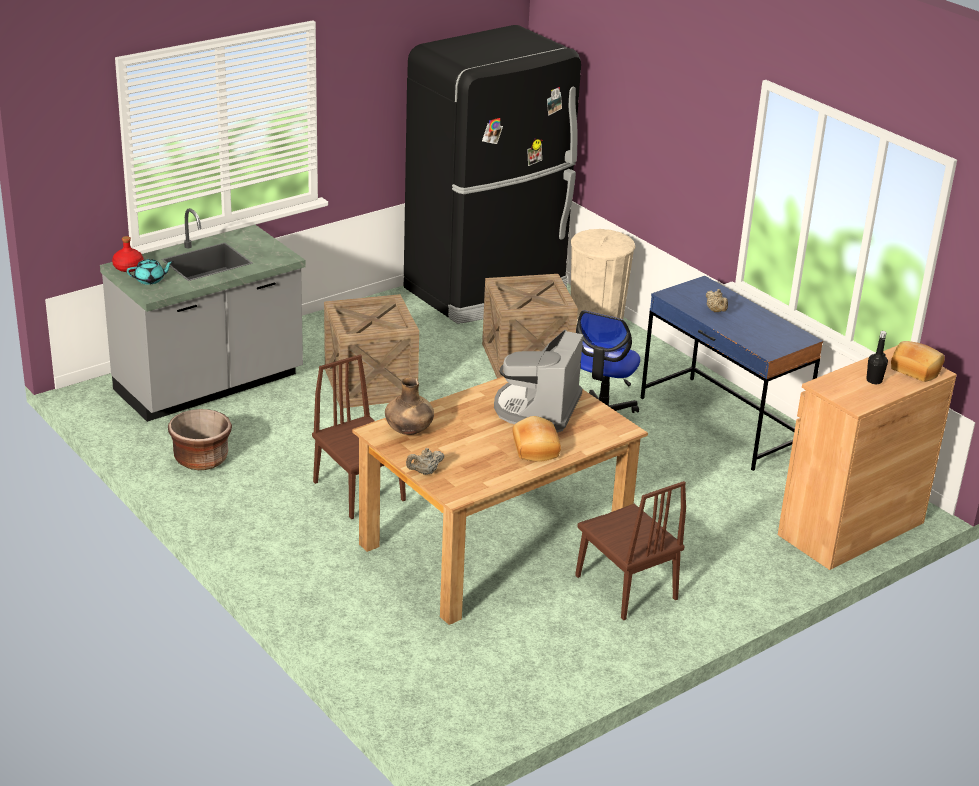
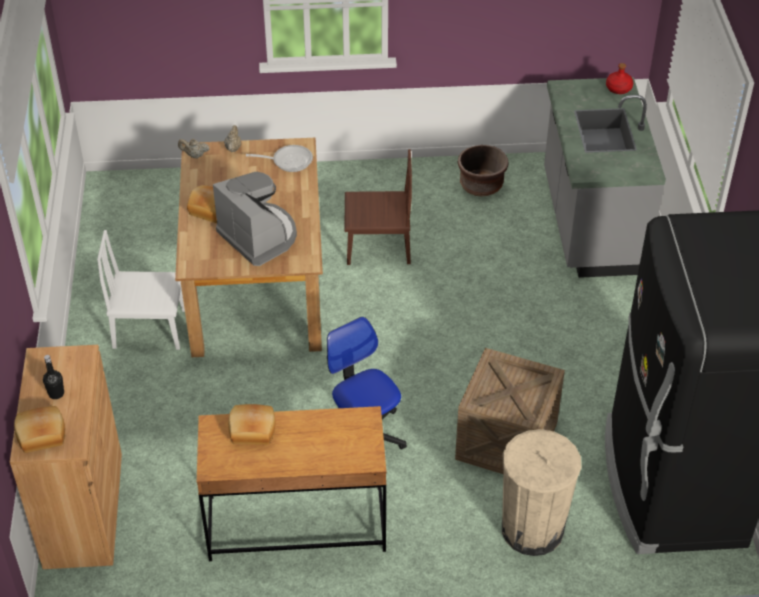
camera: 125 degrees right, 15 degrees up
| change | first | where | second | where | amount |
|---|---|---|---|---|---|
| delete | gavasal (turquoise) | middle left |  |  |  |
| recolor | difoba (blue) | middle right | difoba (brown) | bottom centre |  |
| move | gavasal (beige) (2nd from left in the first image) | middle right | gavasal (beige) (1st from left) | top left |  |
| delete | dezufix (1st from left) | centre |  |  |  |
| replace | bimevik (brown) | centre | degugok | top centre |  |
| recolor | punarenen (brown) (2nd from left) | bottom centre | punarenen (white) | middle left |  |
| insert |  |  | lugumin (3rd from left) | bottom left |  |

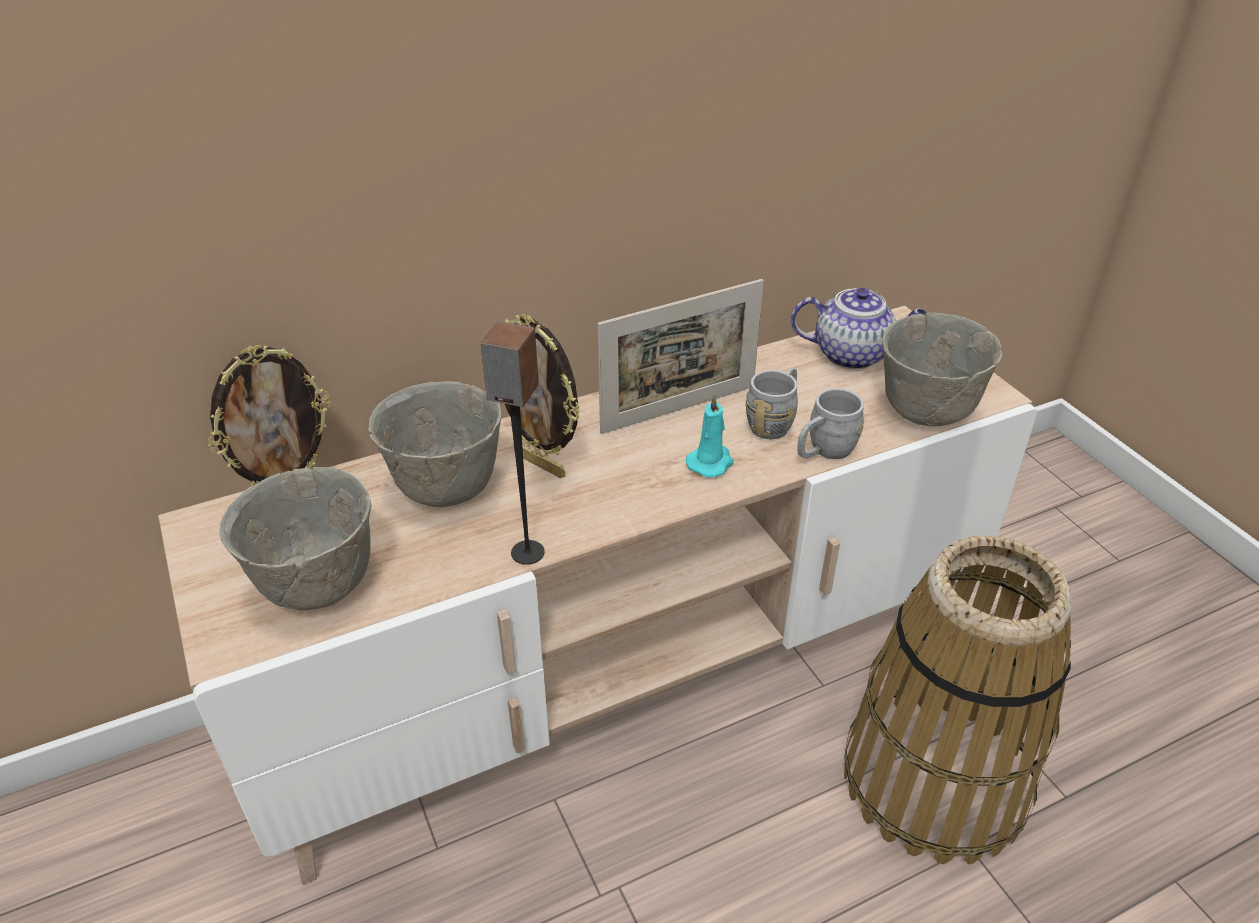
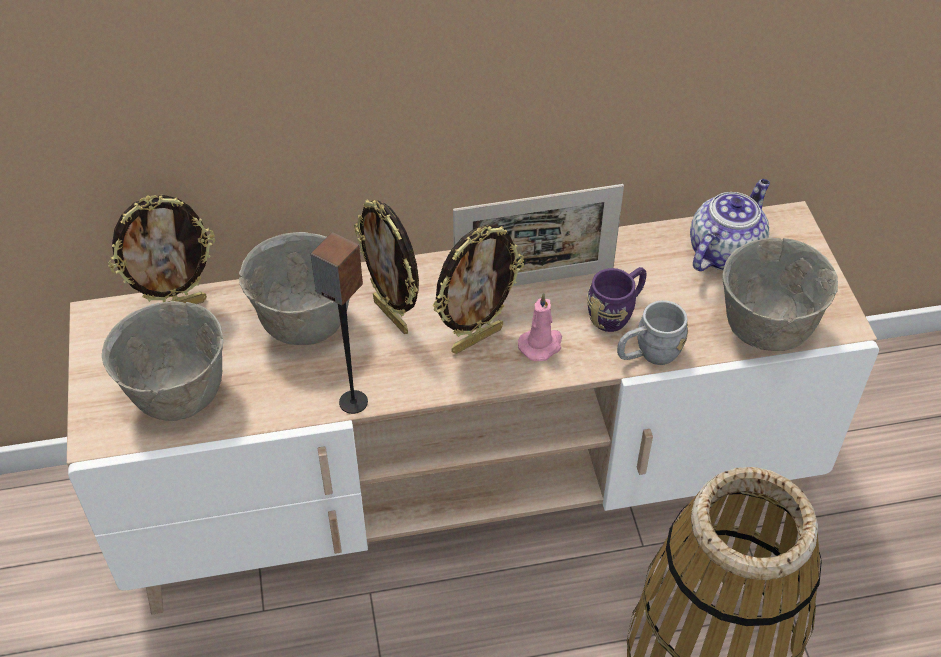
camera: 15 degrees right, 10 degrees up
| change | first | where | second | where | amount |
|---|---|---|---|---|---|
| rotate | gavasal | middle right |  | middle right | 75 degrees counterclockwise |
| recolor | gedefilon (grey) (1st from left) | centre | gedefilon (purple) | centre |  |
| recolor | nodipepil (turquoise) | centre | nodipepil (pink) | centre |  |
| insert |  |  | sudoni (3rd from left) | centre |  |

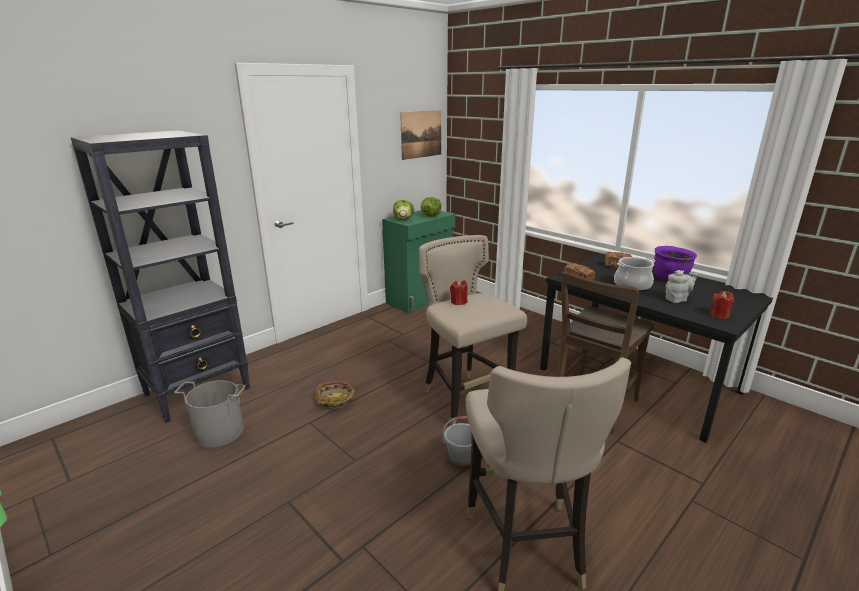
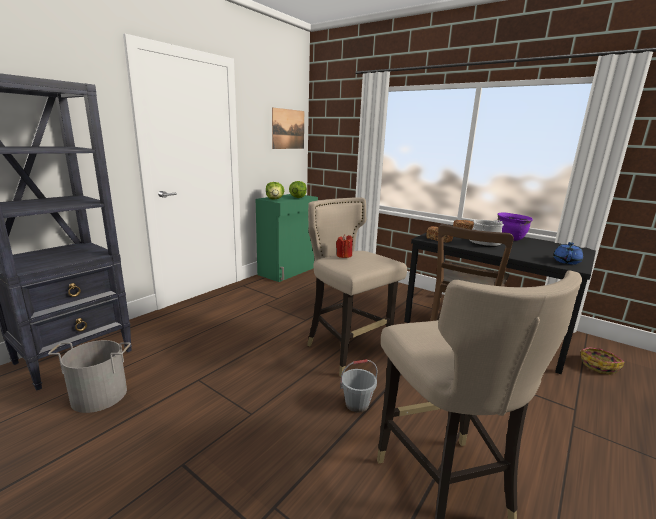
camera: 10 degrees left, 5 degrees down
| change | first | where | second | where | amount |
|---|---|---|---|---|---|
| delete | gavasal (grey) | middle right |  |  |  |
| replace | nodipepil (red) (2nd from left) | middle right | gavasal (blue) | middle right |  |
| move | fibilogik | bottom centre |  | bottom right |  |

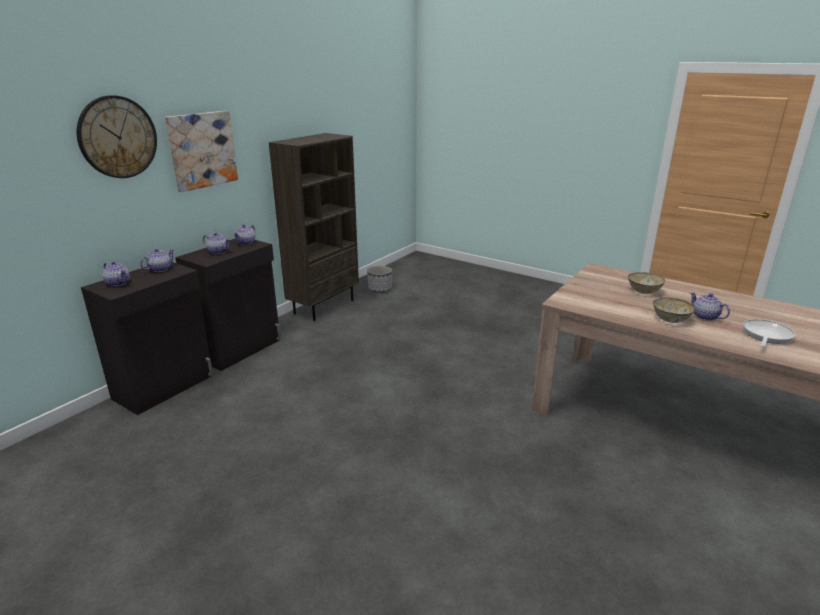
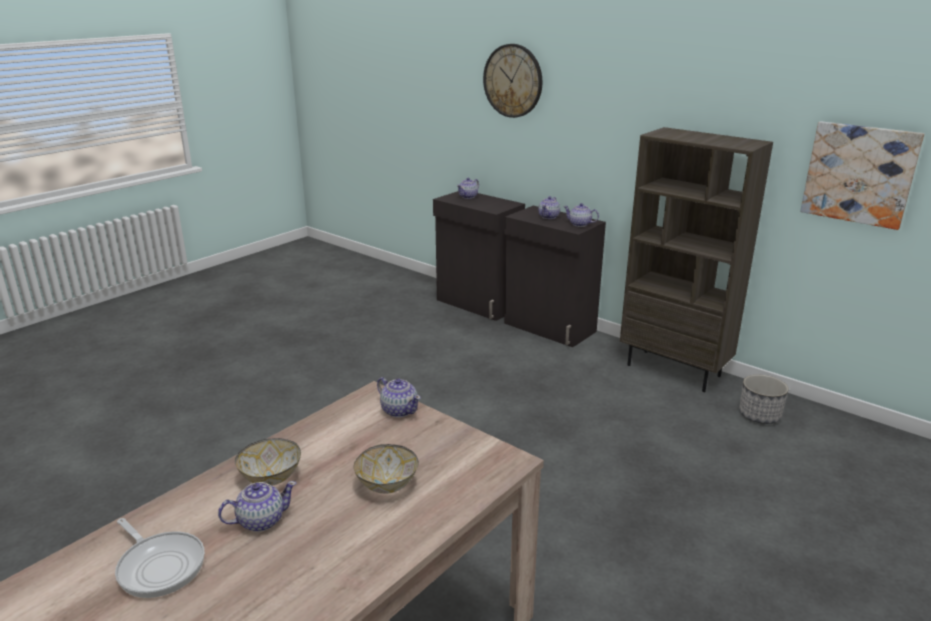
camera: 95 degrees right, 0 degrees up
| change | first | where | second | where | amount |
|---|---|---|---|---|---|
| move | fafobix | top left |  | top right |  |
| move | gavasal (2nd from left) | middle left |  | centre |  |

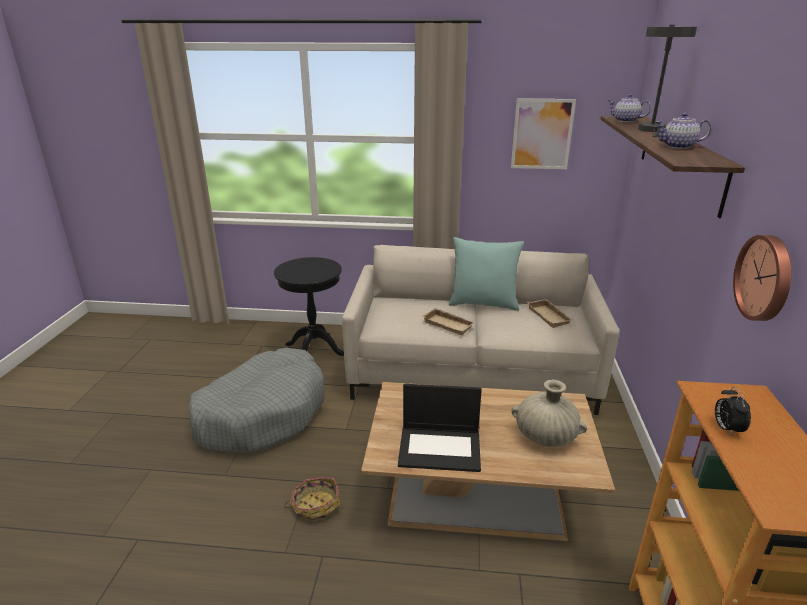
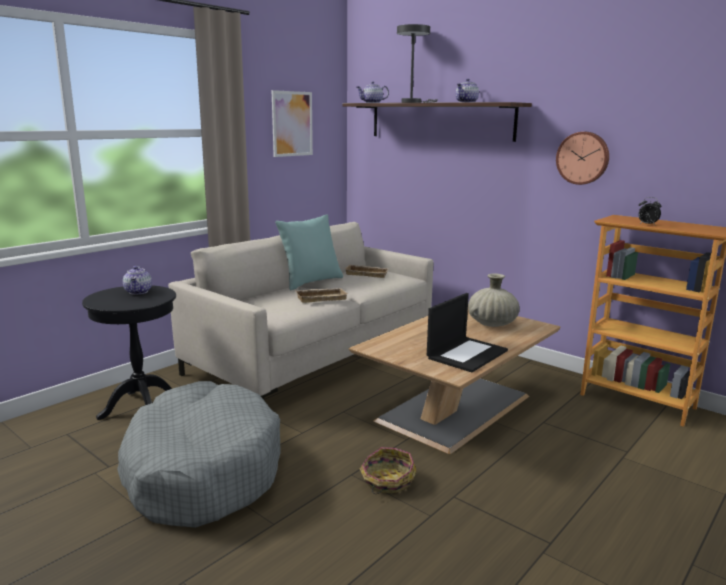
camera: 55 degrees left, 10 degrees down
| change | first | where | second | where | amount |
|---|---|---|---|---|---|
| insert |  |  | gavasal (1st from left) | middle left |  |

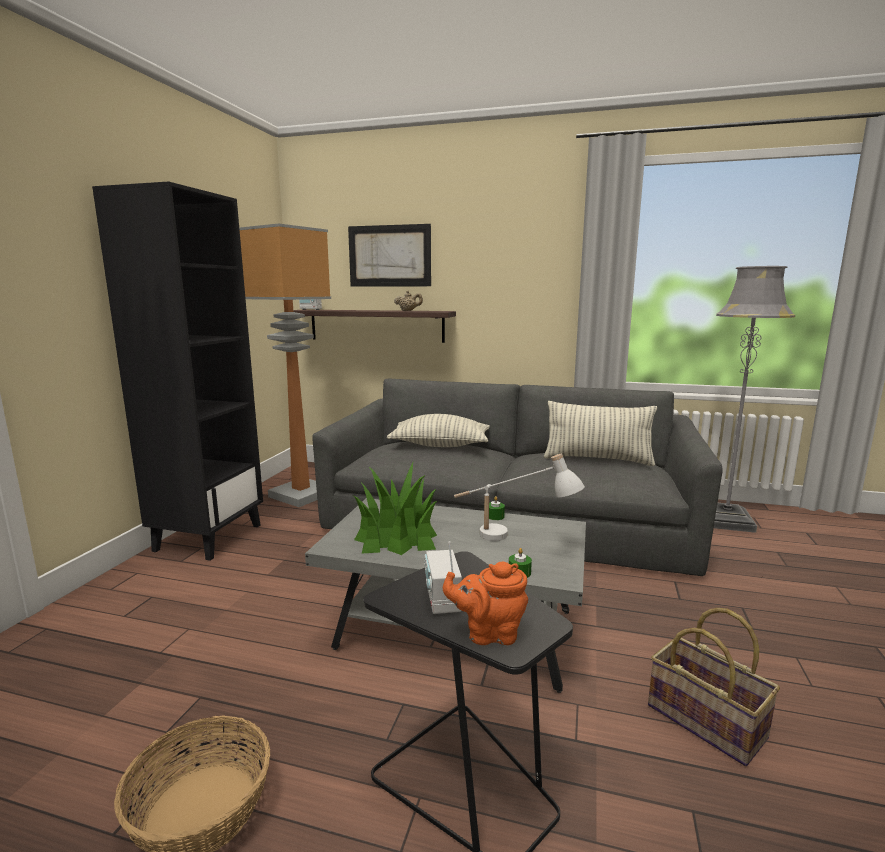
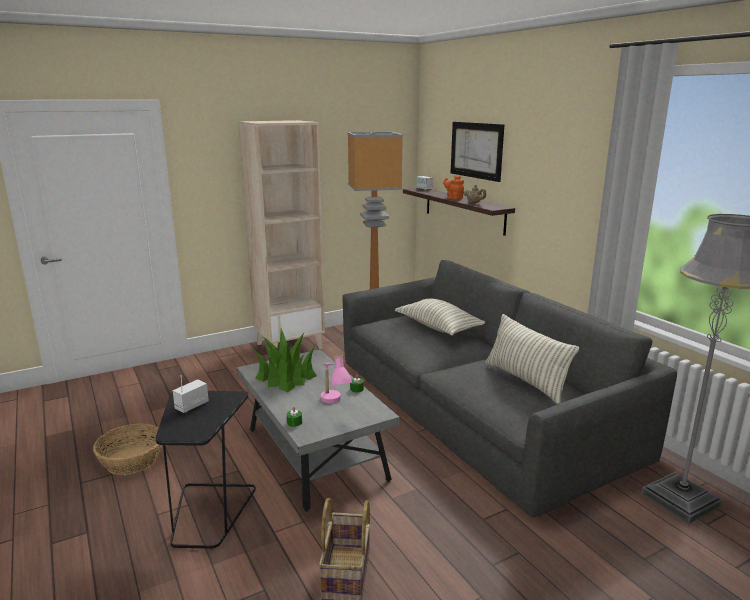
camera: 45 degrees right, 5 degrees up
| change | first | where | second | where | amount |
|---|---|---|---|---|---|
| recolor | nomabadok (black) | middle left | nomabadok (beige) | centre |  |
| recolor | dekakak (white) | centre | dekakak (pink) | centre |  |
| move | gavasal (orange) | bottom centre |  | top centre |  |

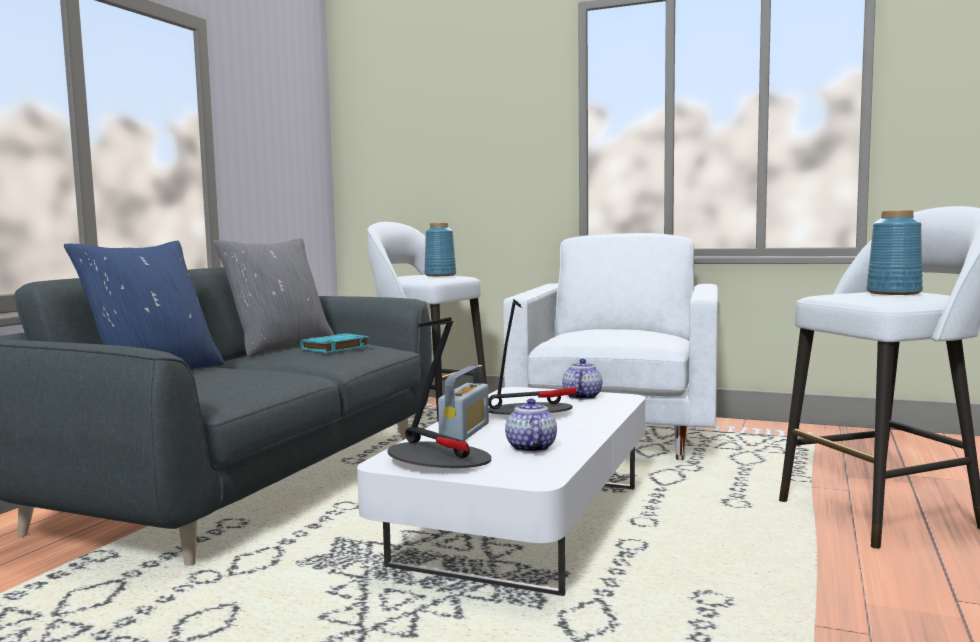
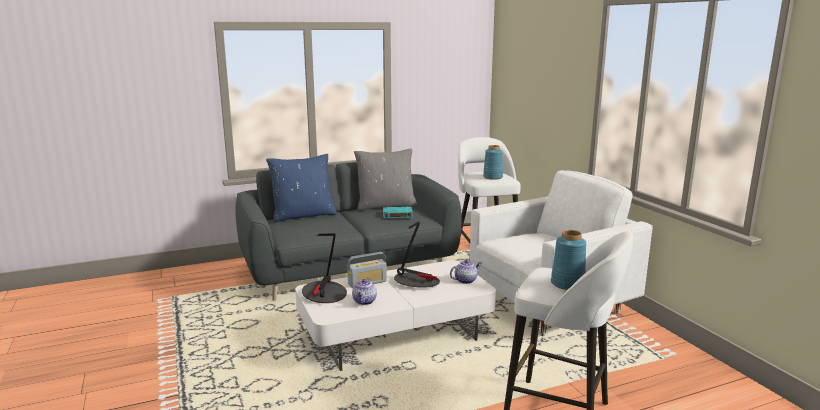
camera: 45 degrees right, 10 degrees up
| change | first | where | second | where | amount |
|---|---|---|---|---|---|
| rotate | gavasal (1st from left) | centre |  | bottom centre | 150 degrees clockwise |

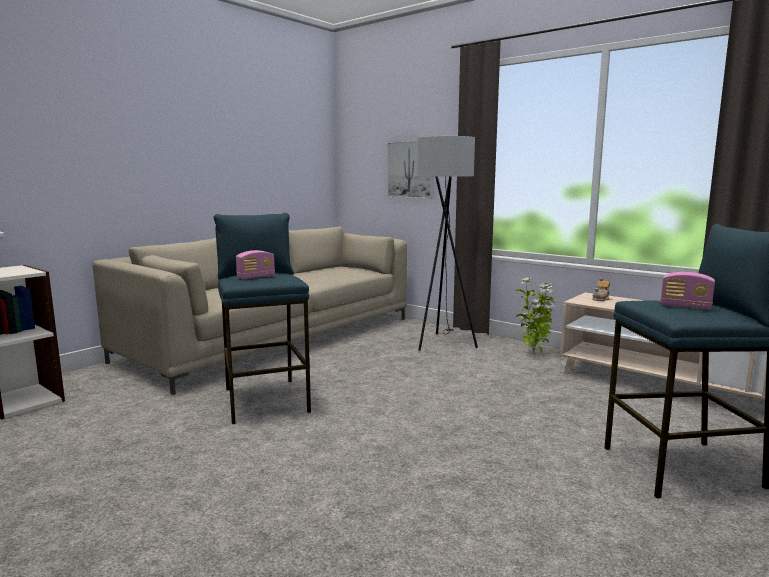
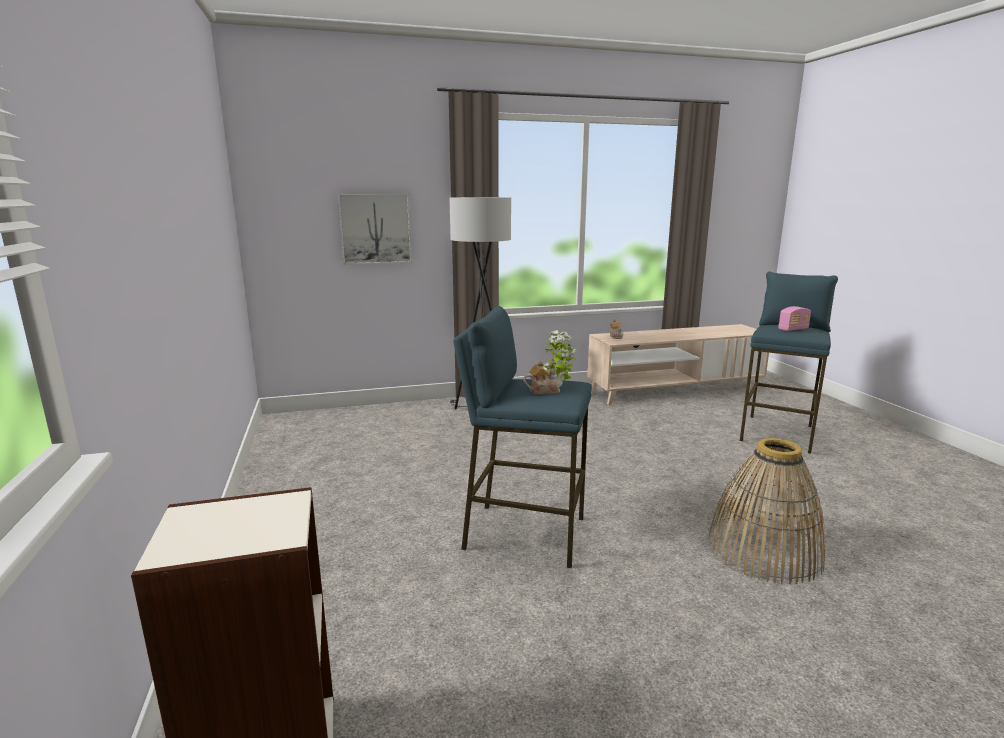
camera: 55 degrees left, 5 degrees up
| change | first | where | second | where | amount |
|---|---|---|---|---|---|
| delete | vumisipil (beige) | middle left |  |  |  |
| replace | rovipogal (1st from left) | middle left | gavasal (1st from left) | centre |  |
| insert |  |  | fibilogik | bottom right |  |

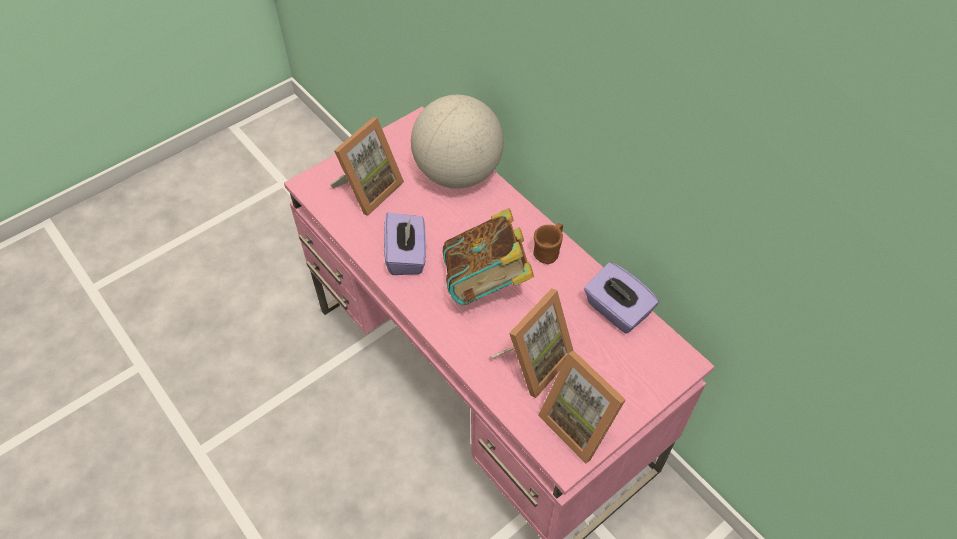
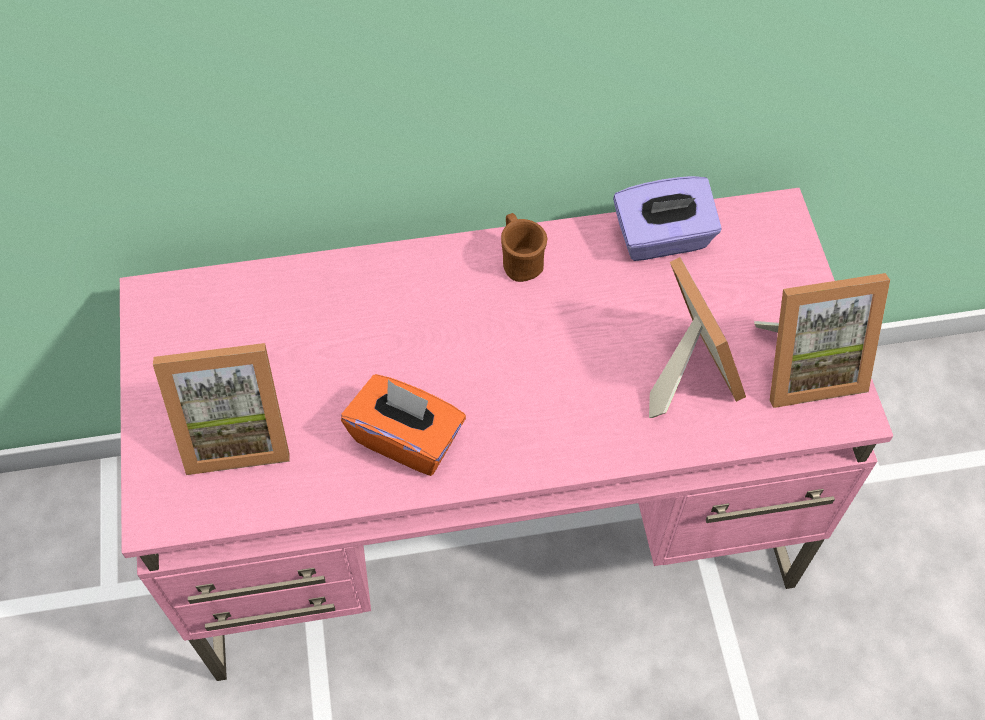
camera: 60 degrees left, 5 degrees up
| change | first | where | second | where | amount |
|---|---|---|---|---|---|
| delete | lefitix | top centre |  |  |  |
| rotate | sudoni (1st from left) | top centre |  | middle left | 105 degrees clockwise |
| delete | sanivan | centre |  |  |  |
| recolor | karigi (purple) (1st from left) | centre | karigi (orange) | centre |  |

